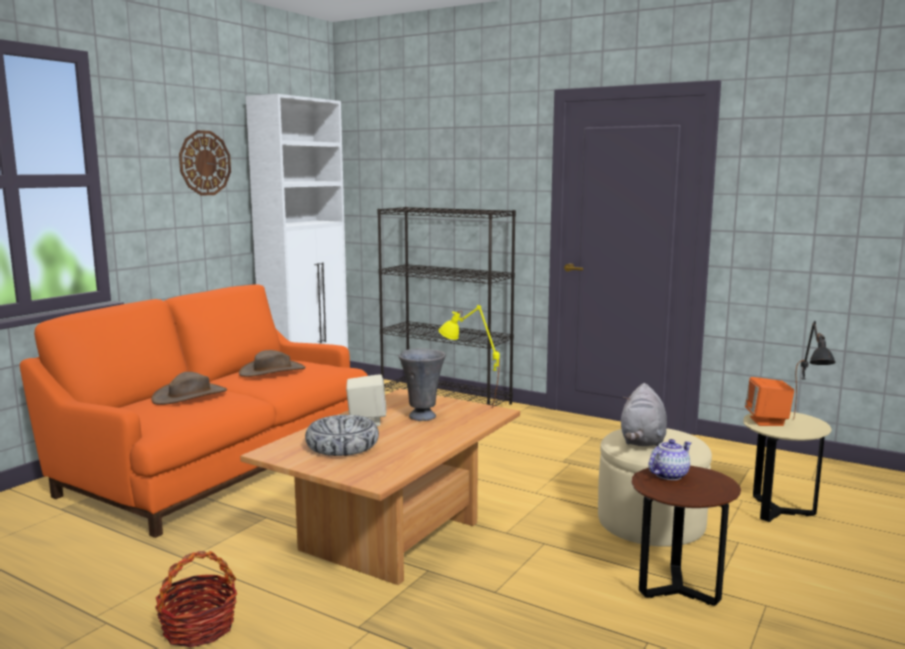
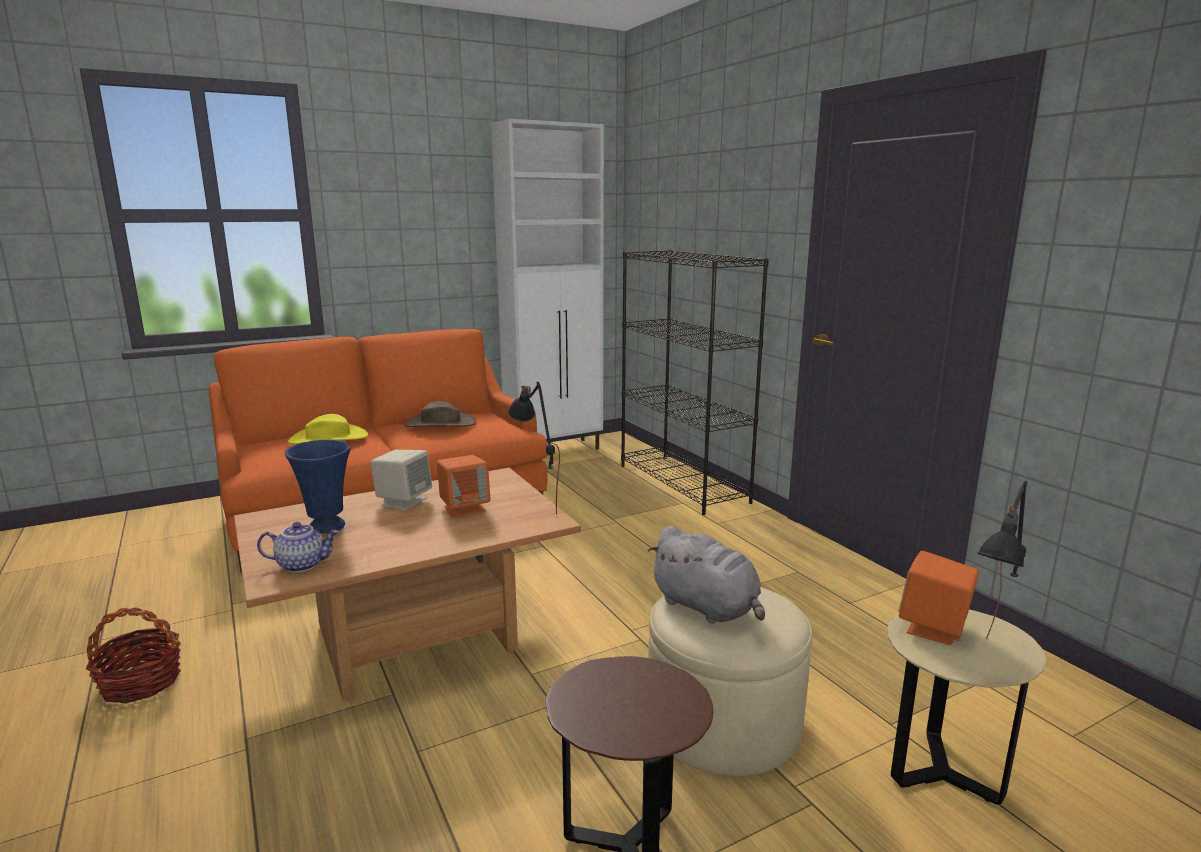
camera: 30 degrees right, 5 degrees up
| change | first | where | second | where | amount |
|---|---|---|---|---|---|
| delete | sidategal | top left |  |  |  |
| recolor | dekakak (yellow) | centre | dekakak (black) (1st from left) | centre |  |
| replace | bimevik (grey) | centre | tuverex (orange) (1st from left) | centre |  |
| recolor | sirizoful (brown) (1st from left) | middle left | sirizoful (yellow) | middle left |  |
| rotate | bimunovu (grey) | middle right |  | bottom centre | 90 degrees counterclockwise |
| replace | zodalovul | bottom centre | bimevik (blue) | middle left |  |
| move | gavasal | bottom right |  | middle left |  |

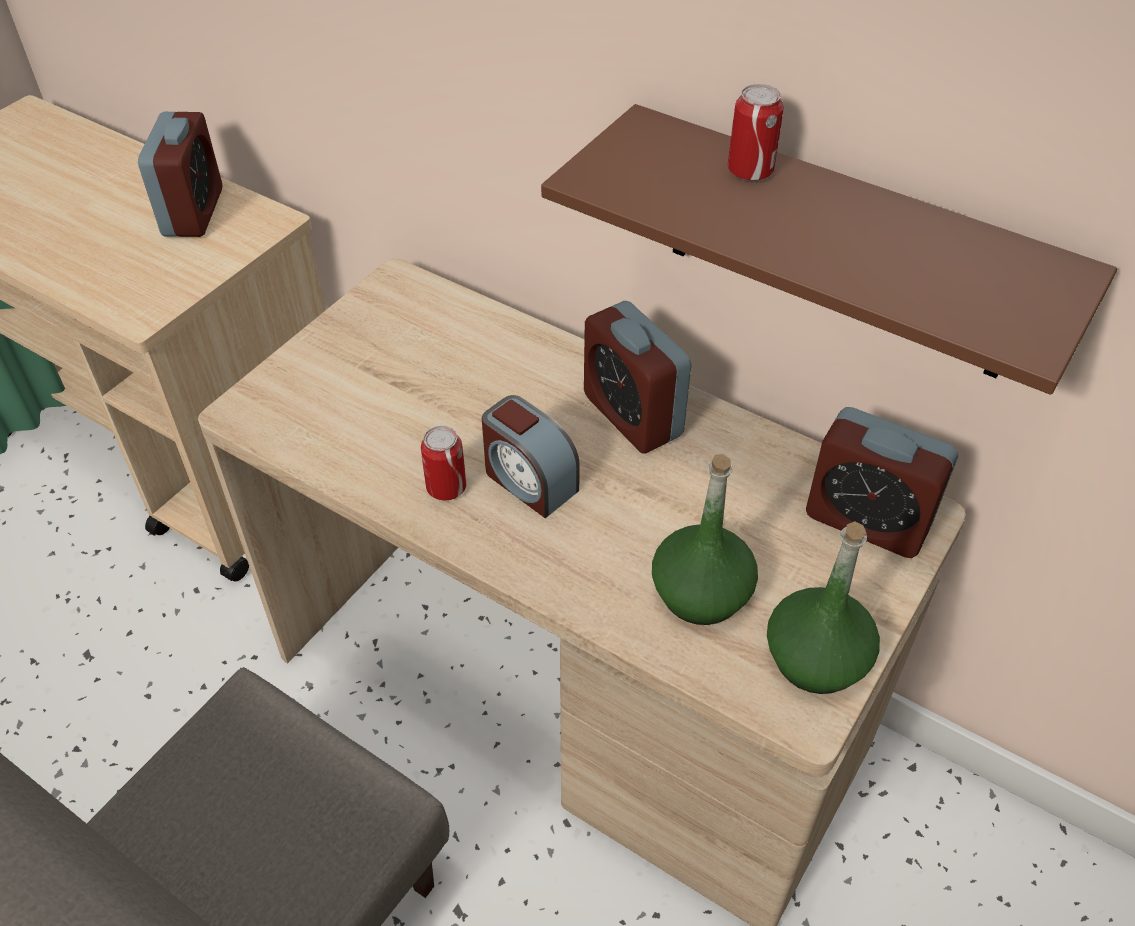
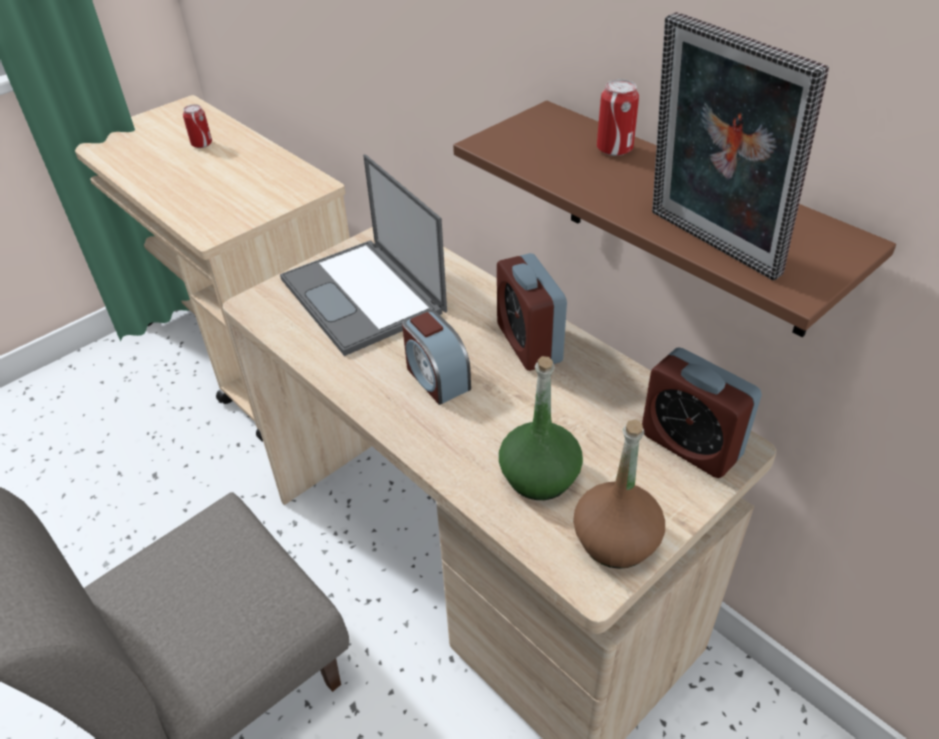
camera: 15 degrees right, 5 degrees down
| change | first | where | second | where | amount |
|---|---|---|---|---|---|
| delete | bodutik (1st from left) | top left |  |  |  |
| move | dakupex (1st from left) | centre |  | top left |  |
| recolor | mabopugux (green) (2nd from left) | middle right | mabopugux (brown) | bottom centre |  |
| insert |  |  | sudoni | top right |  |
| insert |  |  | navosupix | centre |  |

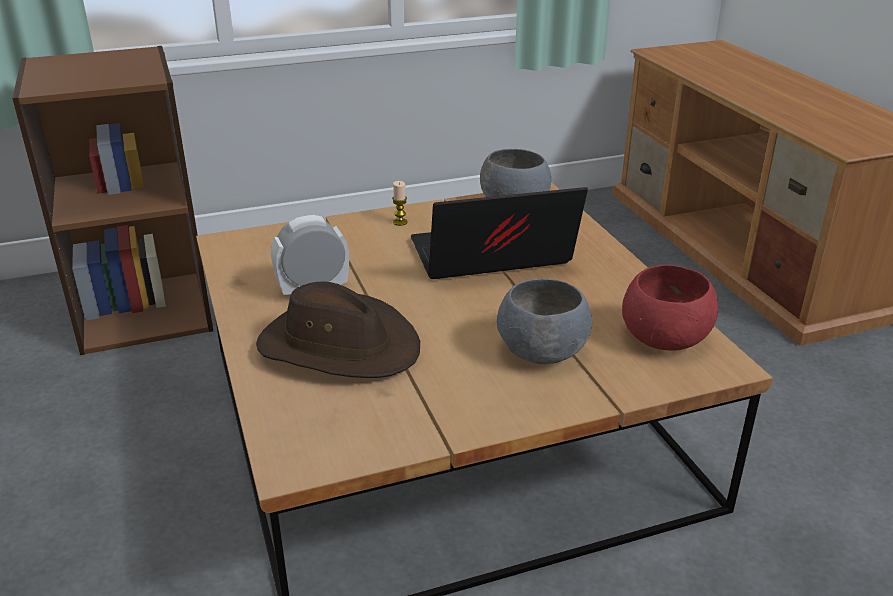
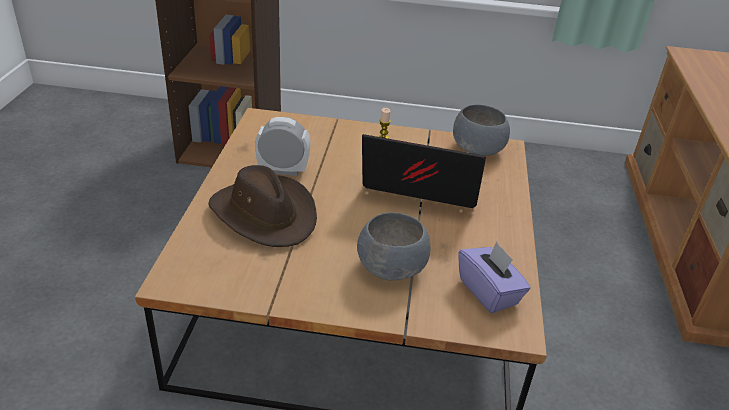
camera: 25 degrees right, 5 degrees up
| change | first | where | second | where | amount |
|---|---|---|---|---|---|
| replace | zodalovul (red) | middle right | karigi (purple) | bottom right |  |

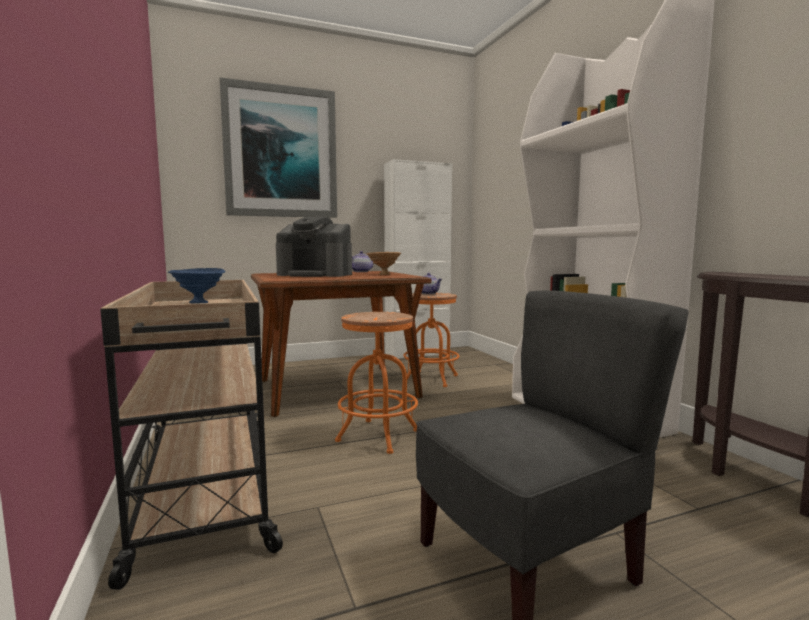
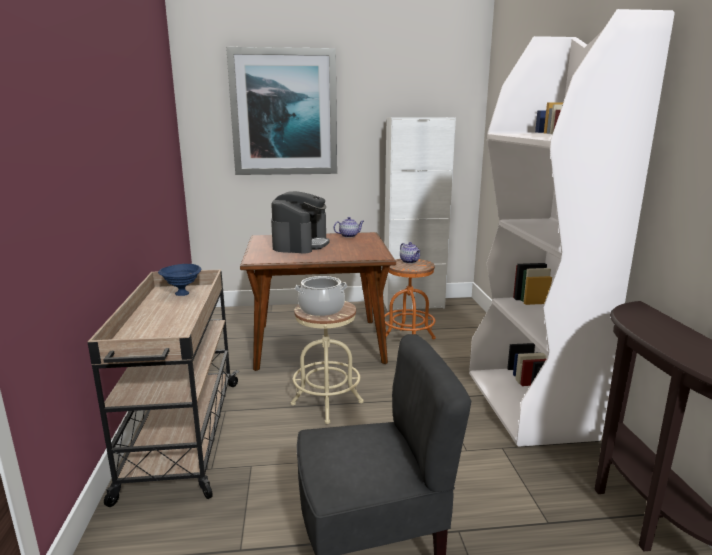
camera: 15 degrees right, 10 degrees up
| change | first | where | second | where | amount |
|---|---|---|---|---|---|
| rotate | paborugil | centre |  | centre | 105 degrees counterclockwise |
| delete | zodalovul (brown) | centre |  |  |  |
| recolor | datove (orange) (1st from left) | centre | datove (beige) | centre |  |
| insert |  |  | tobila | centre |  |

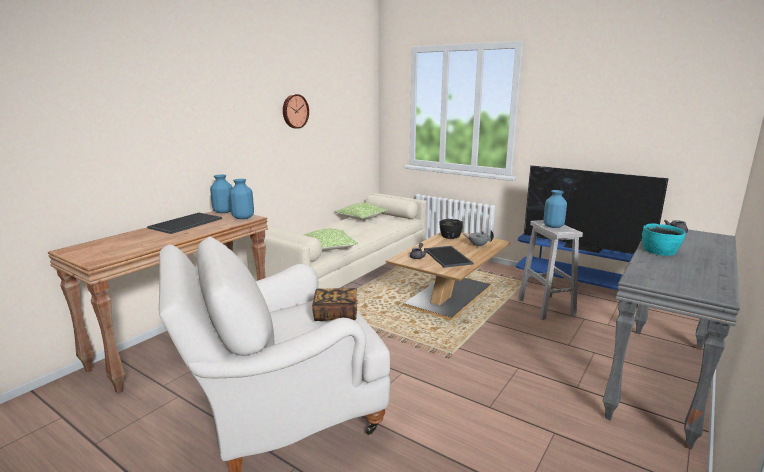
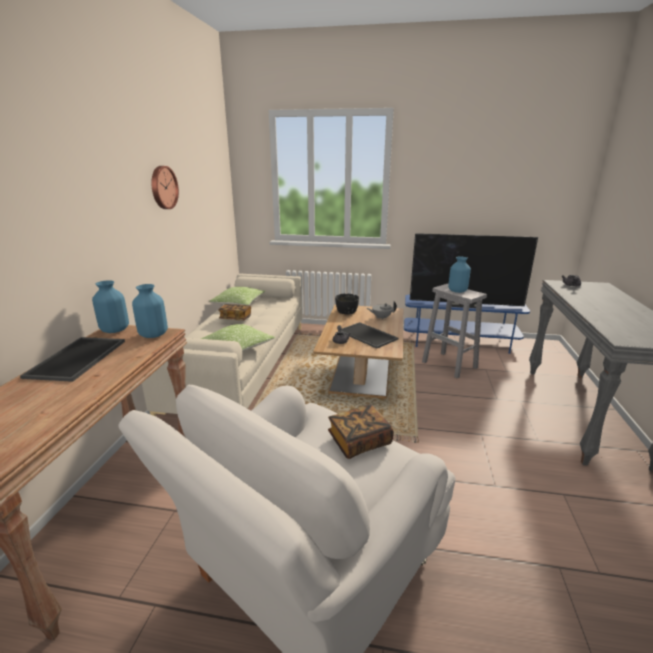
camera: 25 degrees left, 5 degrees up
| change | first | where | second | where | amount |
|---|---|---|---|---|---|
| delete | zodalovul (turquoise) | middle right |  |  |  |
| insert |  |  | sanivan (1st from left) | centre |  |

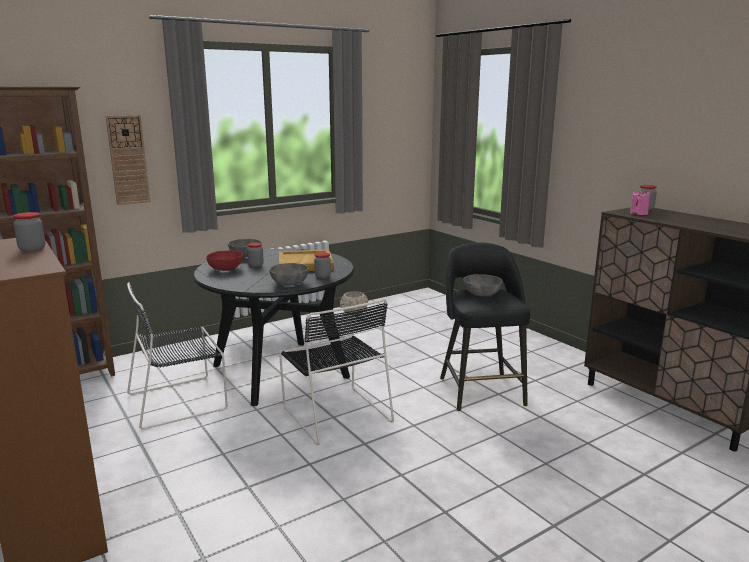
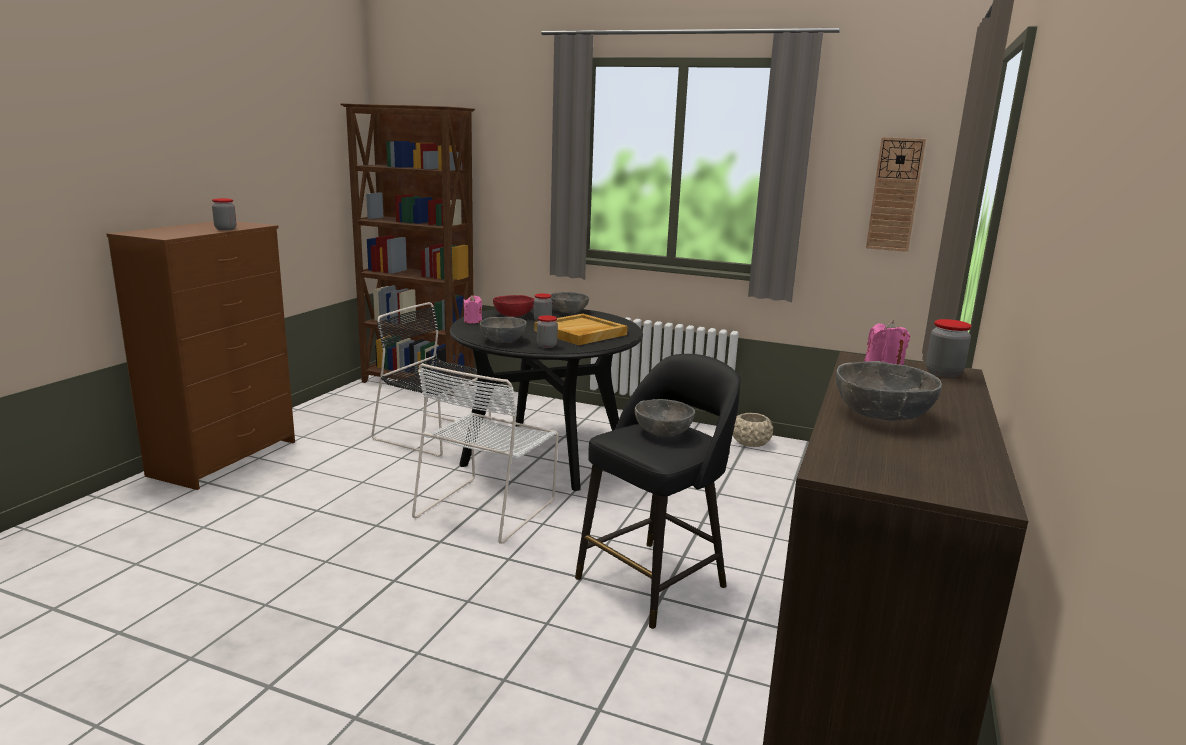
camera: 55 degrees right, 0 degrees up
| change | first | where | second | where | amount |
|---|---|---|---|---|---|
| move | sidategal | top left |  | top right |  |
| recolor | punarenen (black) (2nd from left) | centre | punarenen (white) | centre |  |
| insert |  |  | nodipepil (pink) (1st from left) | centre |  |
| insert |  |  | zodalovul (grey) (4th from left) | middle right |  |

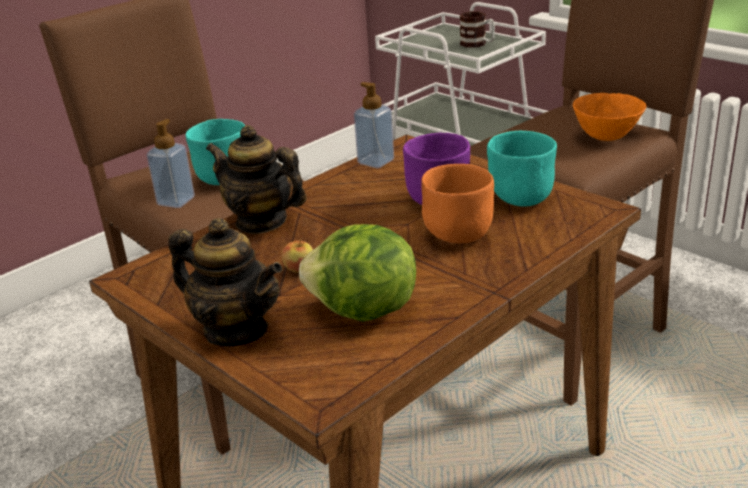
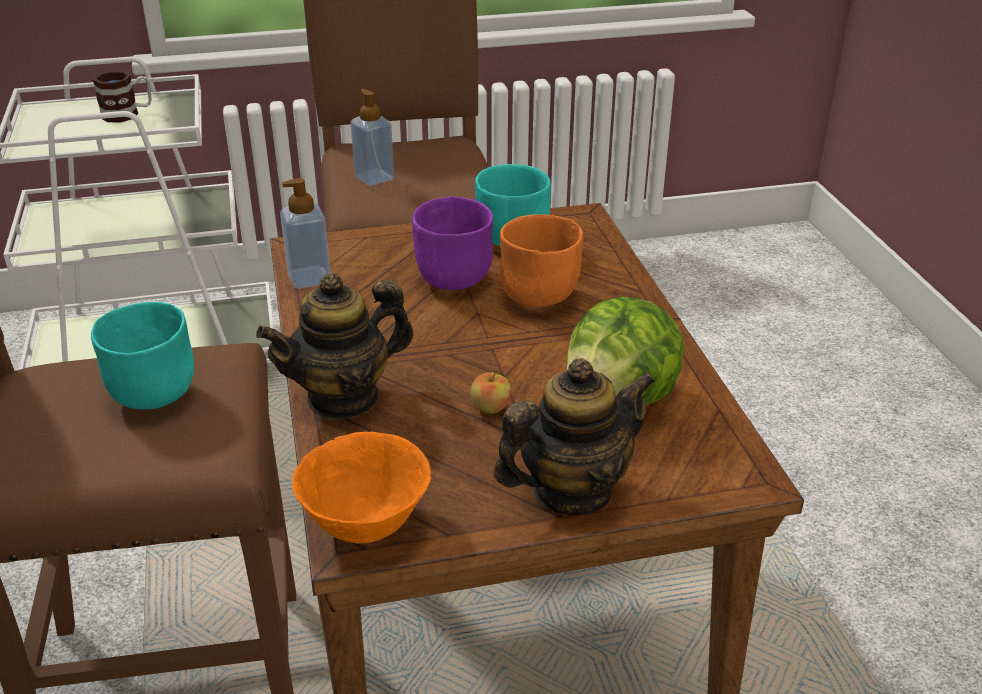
camera: 60 degrees left, 5 degrees up
| change | first | where | second | where | amount |
|---|---|---|---|---|---|
| move | zodalovul (orange) (2nd from left in the first image) | top right | zodalovul (orange) (1st from left) | bottom centre |  |
| move | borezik (1st from left in the first image) | middle left | borezik (2nd from left) | top centre |  |

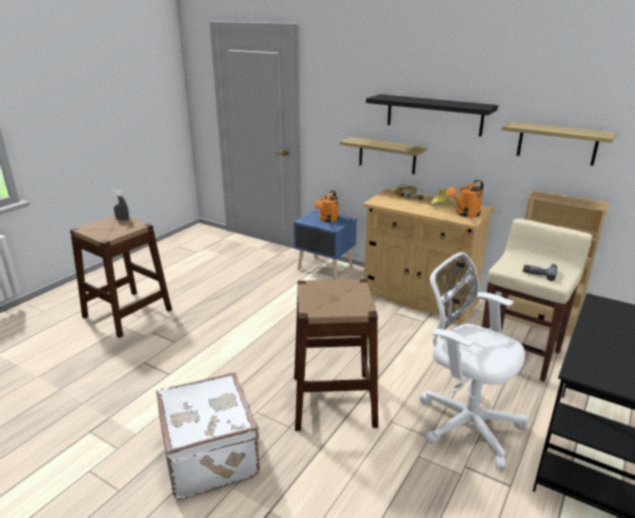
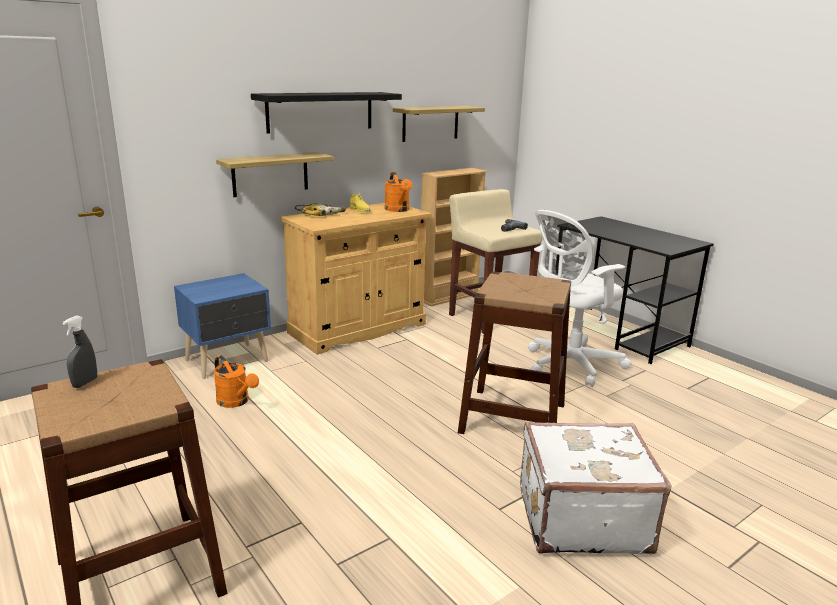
camera: 70 degrees left, 5 degrees down
| change | first | where | second | where | amount |
|---|---|---|---|---|---|
| move | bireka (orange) (1st from left) | centre |  | middle left |  |

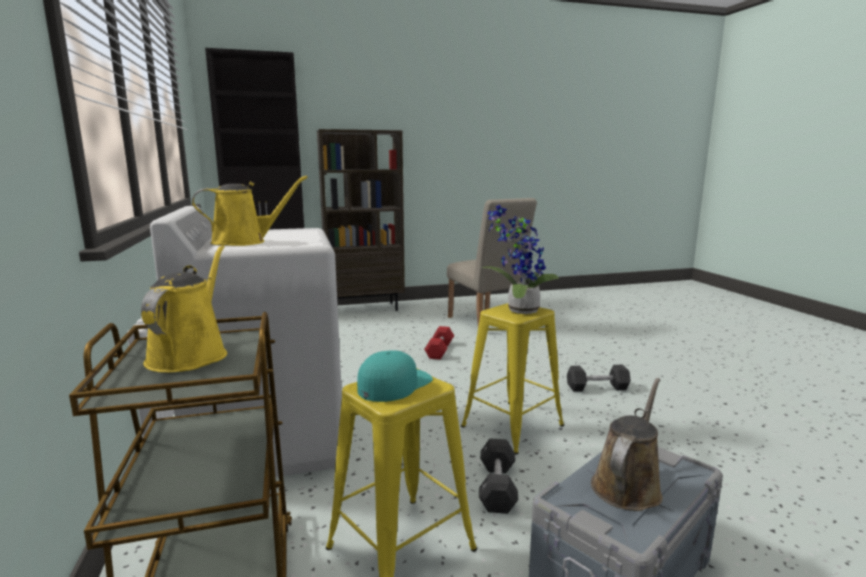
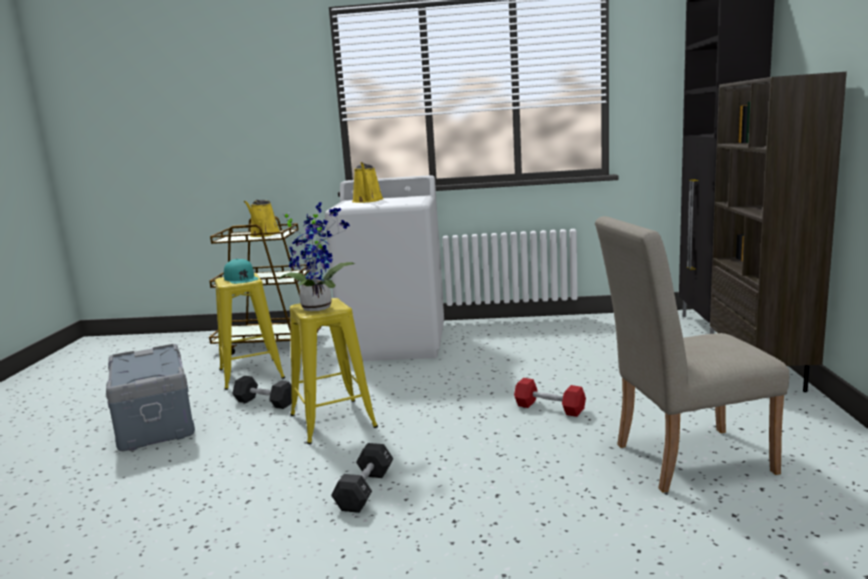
camera: 110 degrees right, 0 degrees up
| change | first | where | second | where | amount |
|---|---|---|---|---|---|
| rotate | bireka (yellow) (1st from left) | middle left |  | middle left | 75 degrees clockwise |
| delete | bireka (brown) | bottom right |  |  |  |

